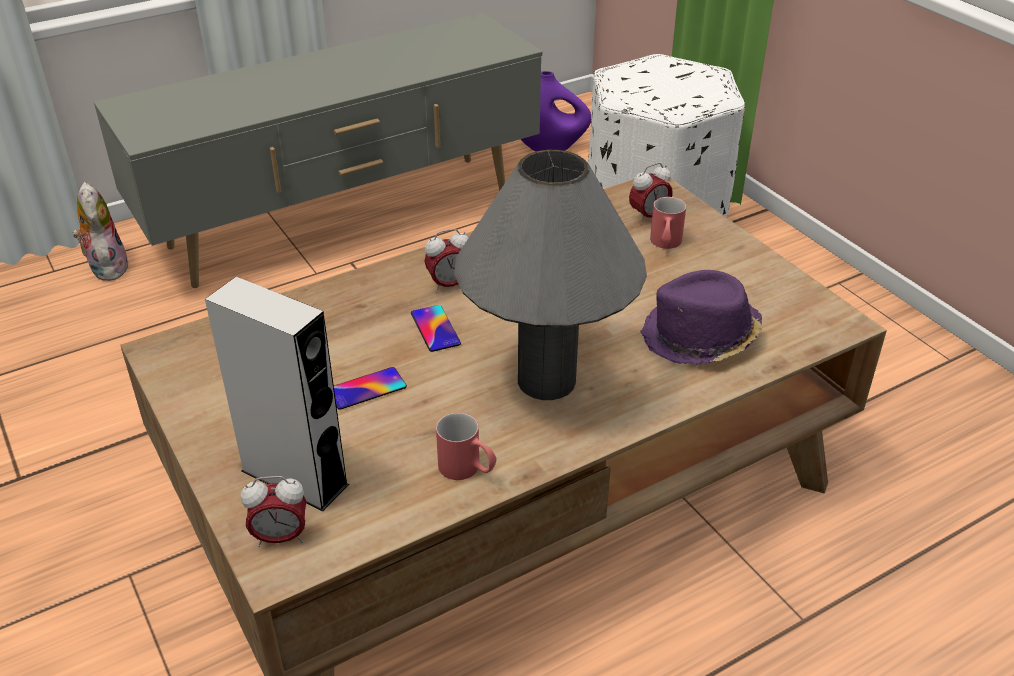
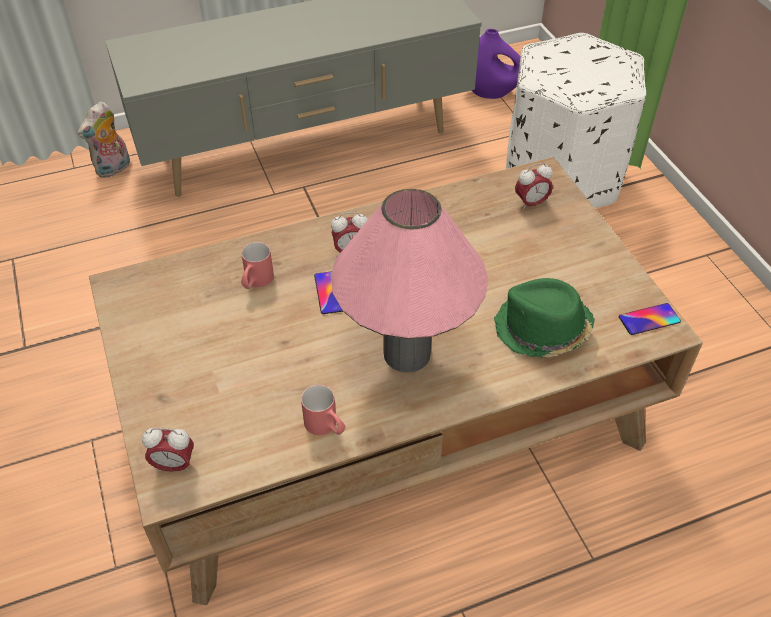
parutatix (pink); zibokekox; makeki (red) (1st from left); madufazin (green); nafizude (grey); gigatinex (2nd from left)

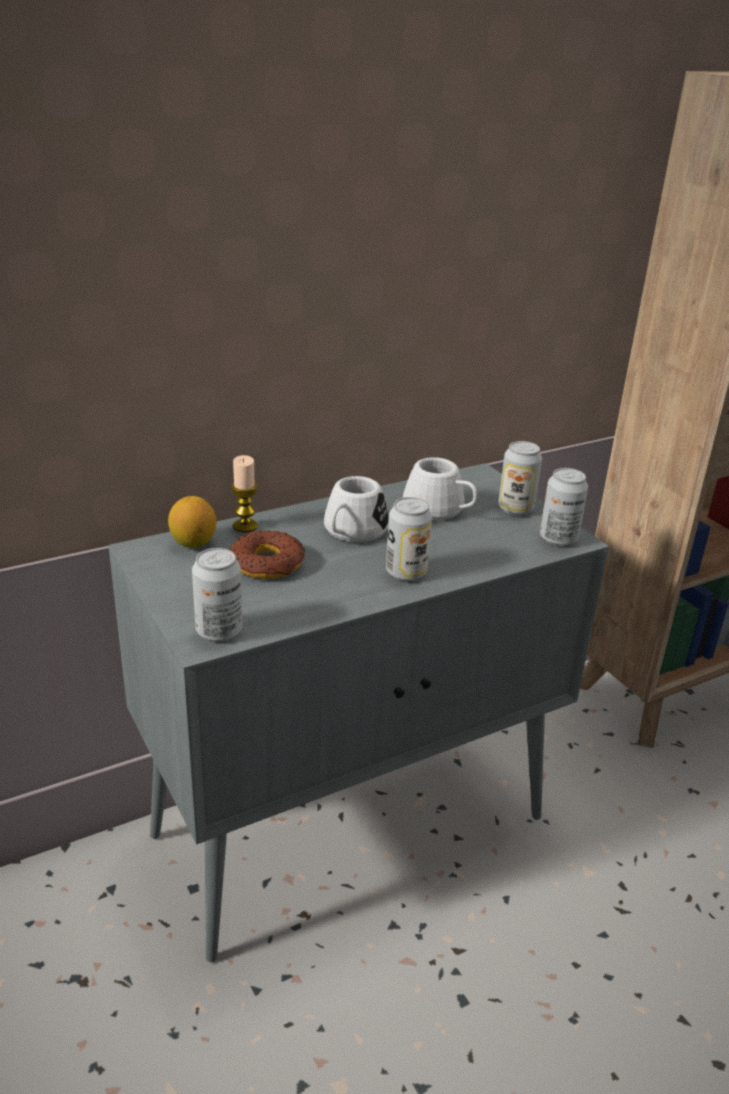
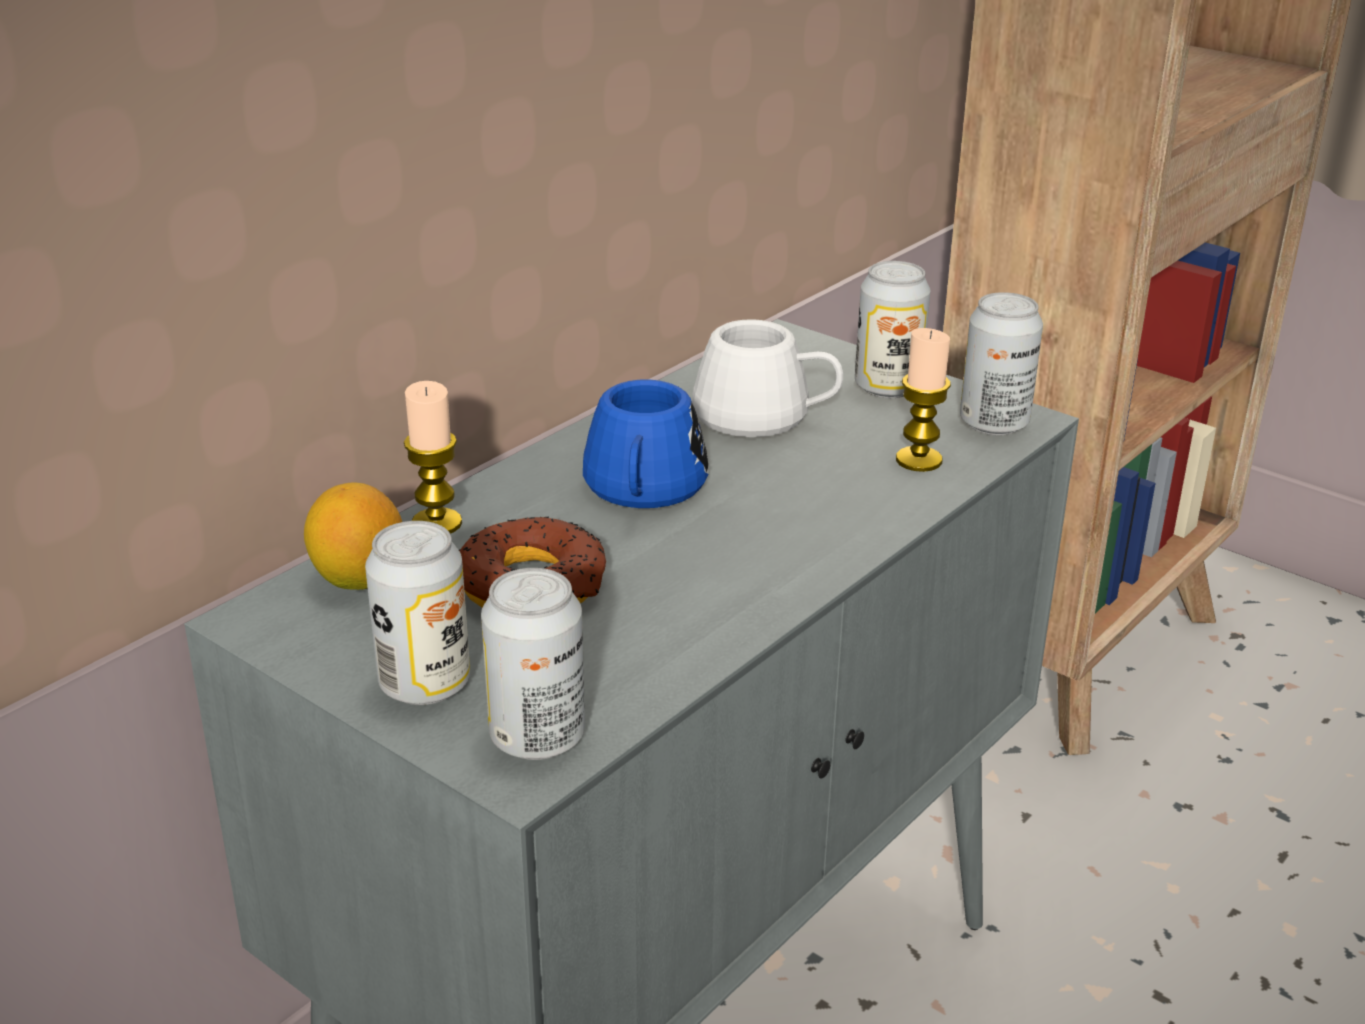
makeki (blue); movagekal (1st from left); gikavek (2nd from left)

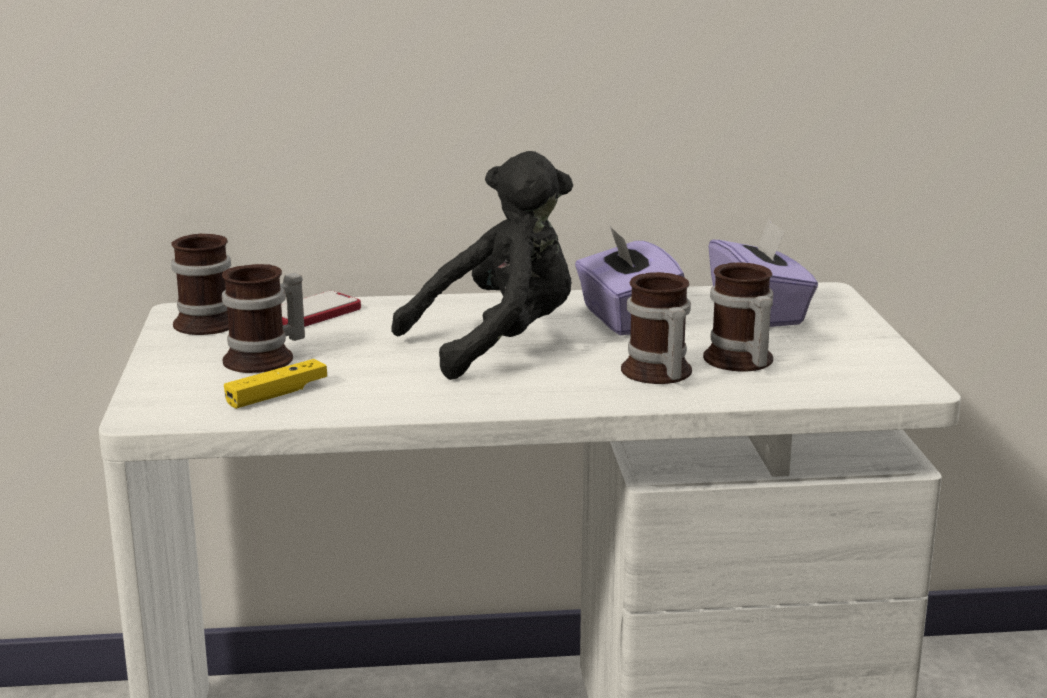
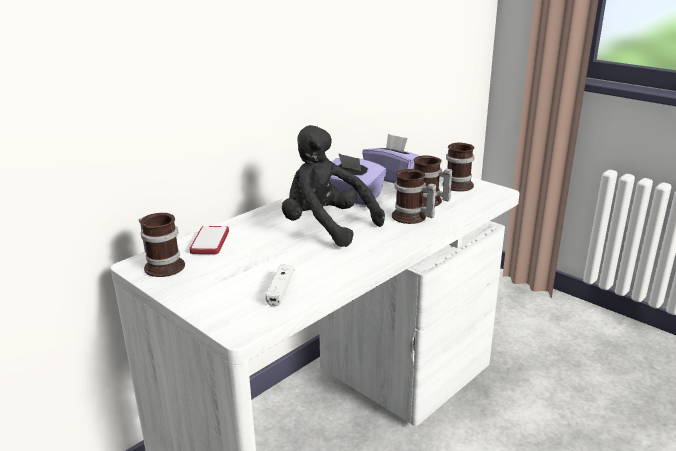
zibokekox (black); makeki (4th from left); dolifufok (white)

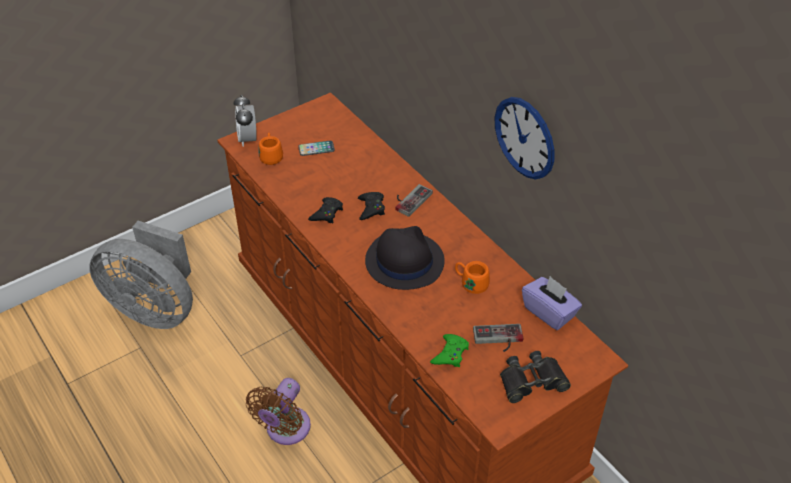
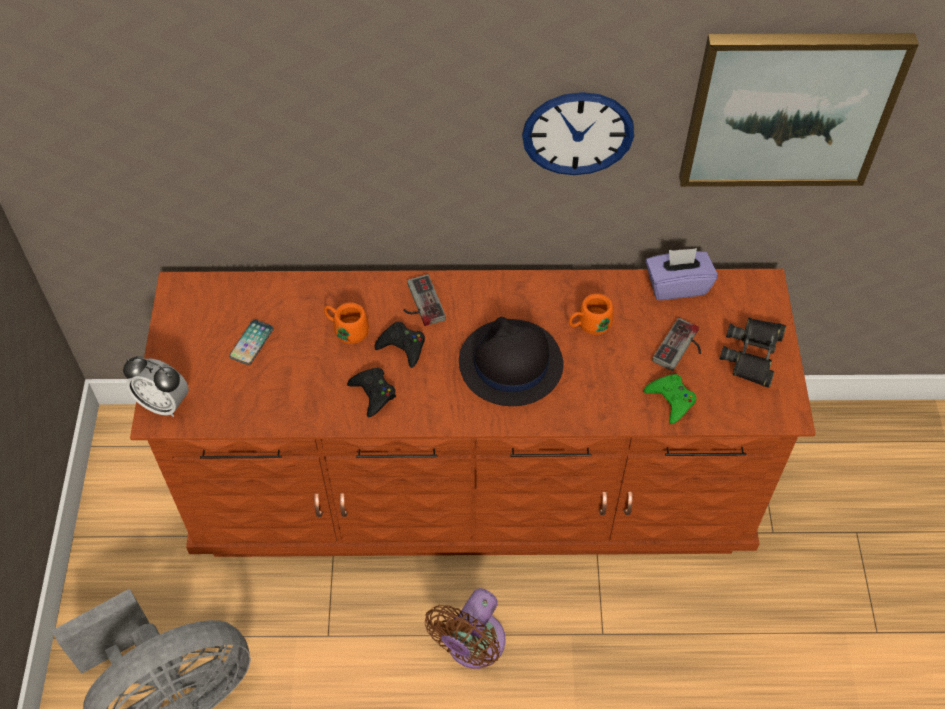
makeki (orange) (1st from left); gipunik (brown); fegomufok

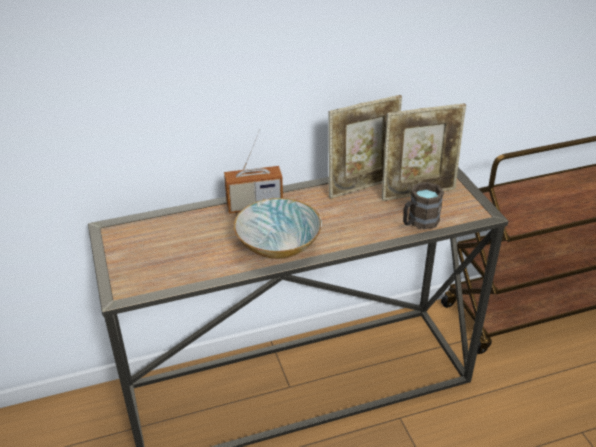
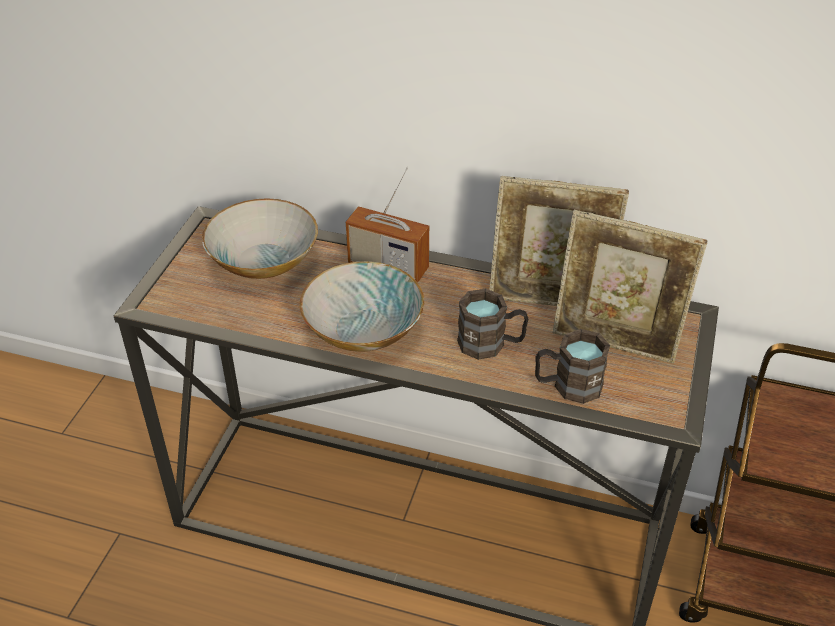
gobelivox (1st from left); makeki (brown) (1st from left)

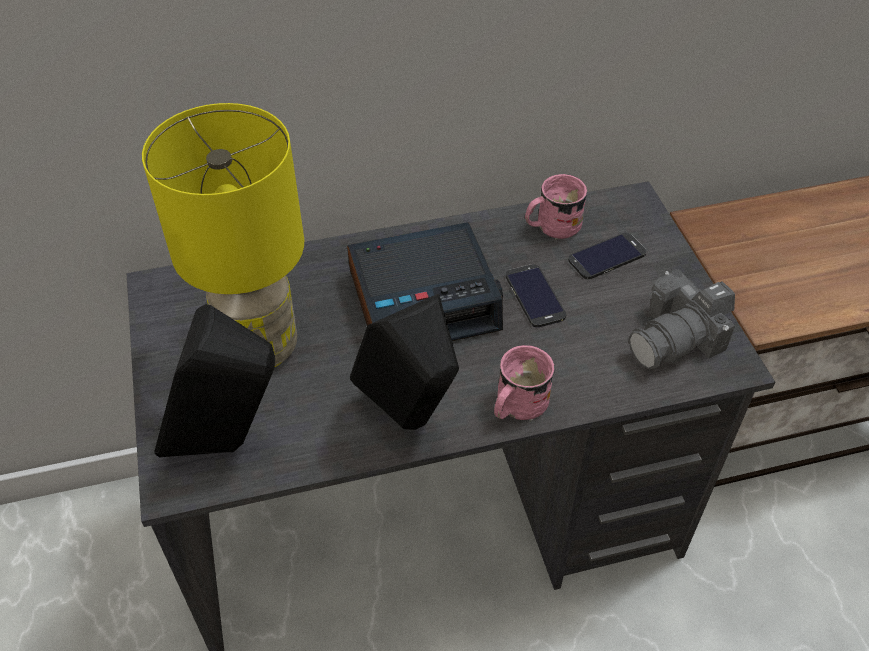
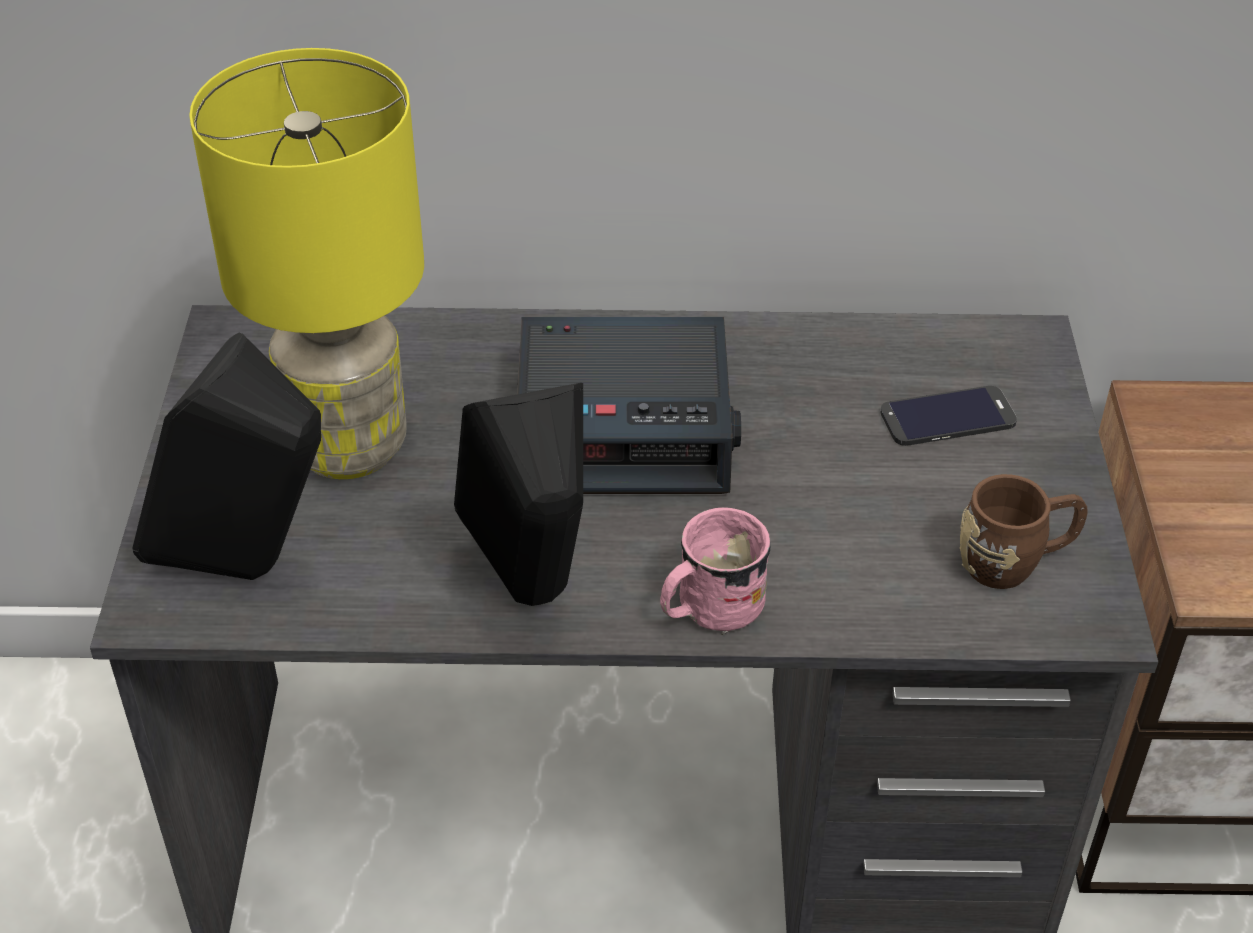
makeki (pink) (2nd from left in the first image); gigatinex (1st from left in the first image); makeki (brown)

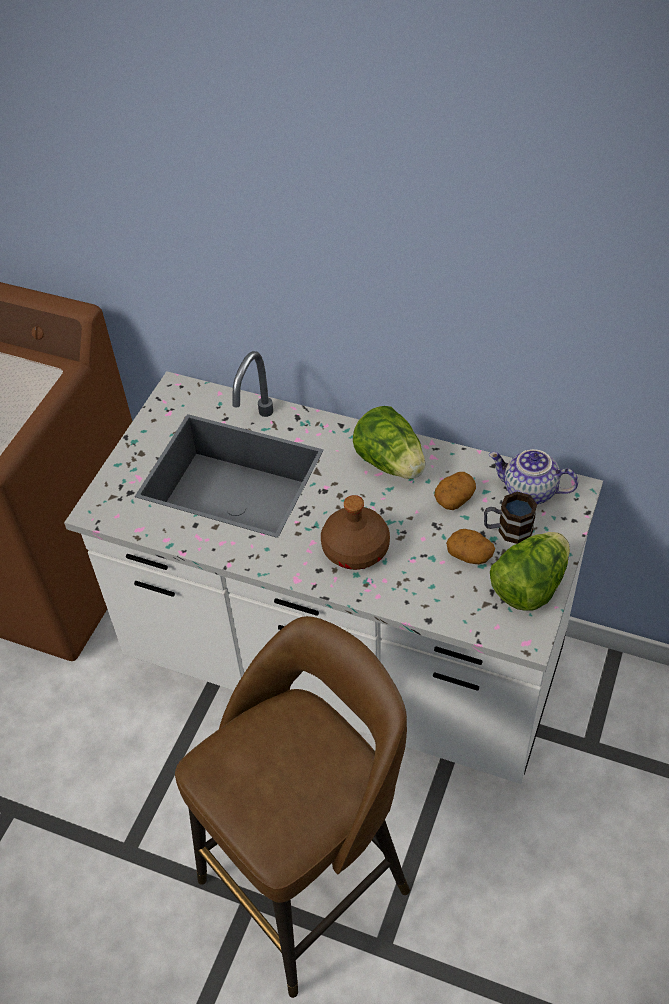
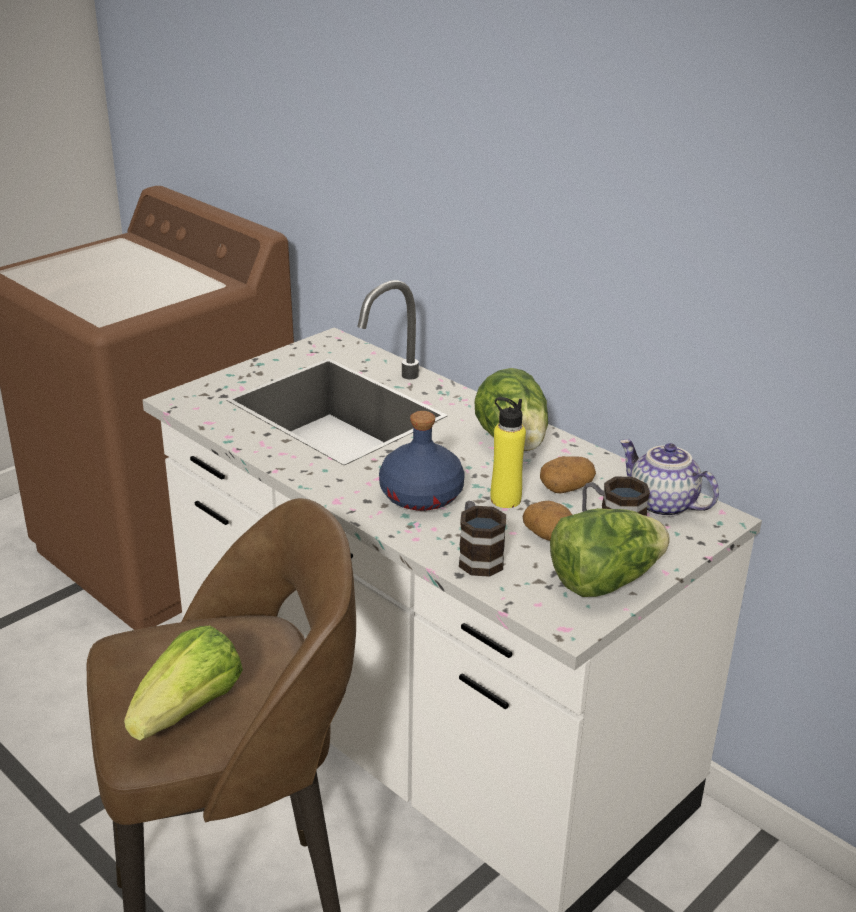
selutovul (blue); selutovul (yellow); makeki (1st from left); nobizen (1st from left)

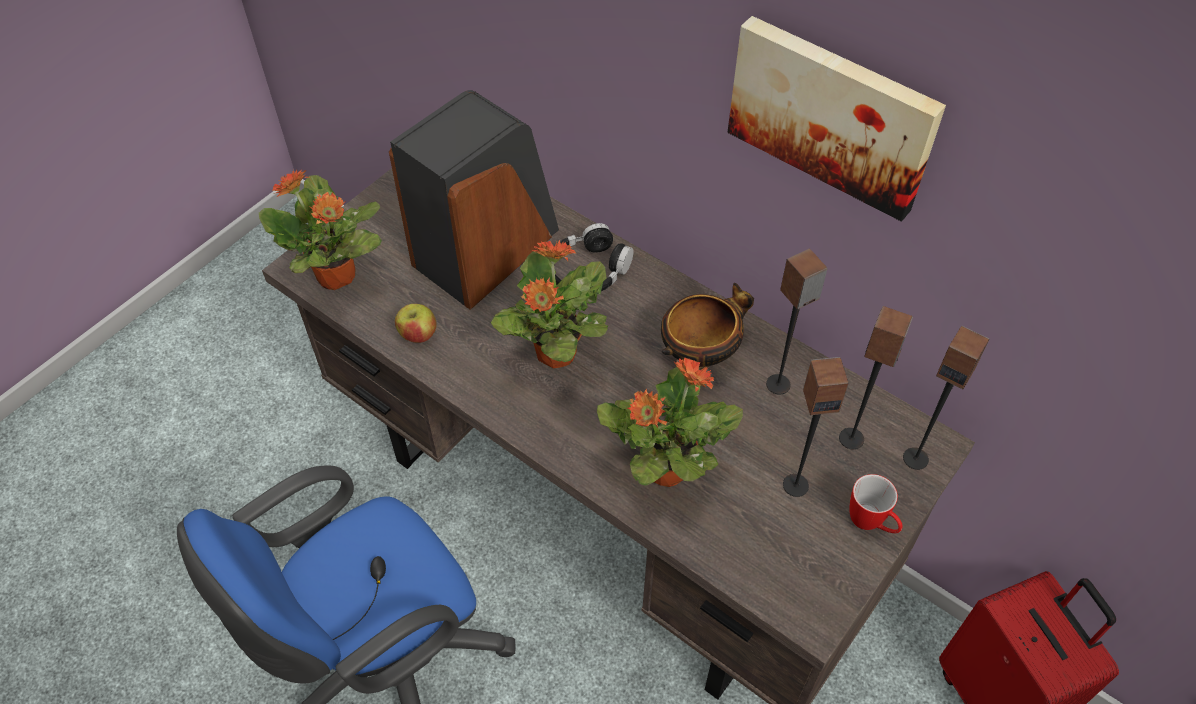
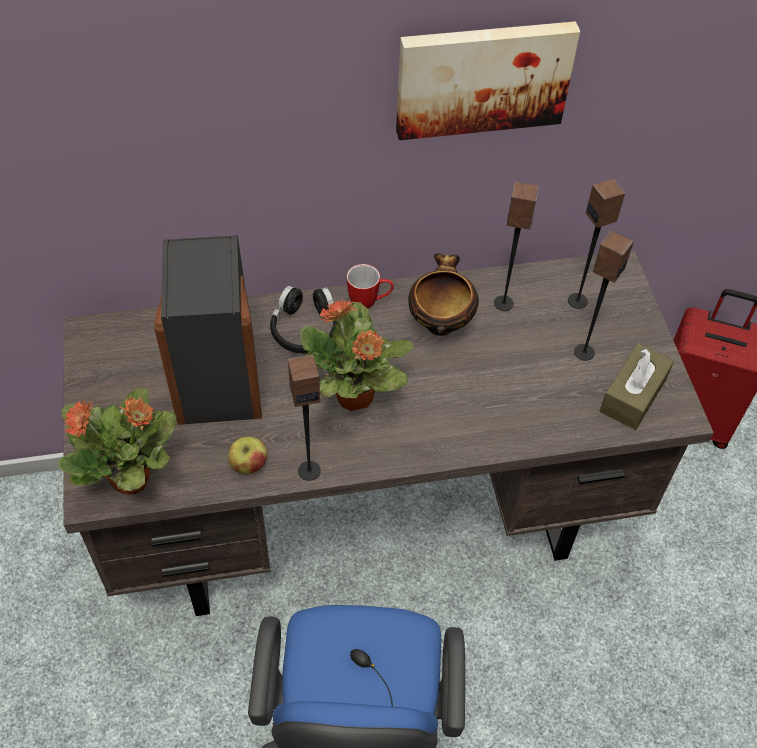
nafizude (2nd from left); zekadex (3rd from left in the first image); makeki; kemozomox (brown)

